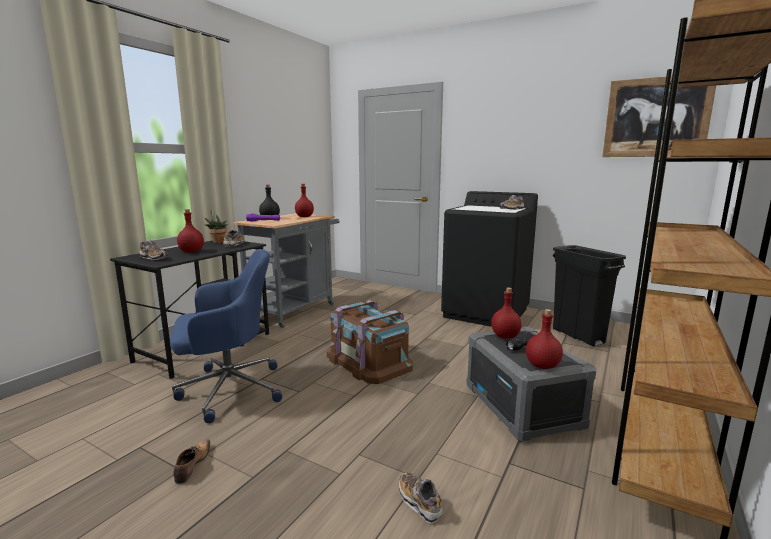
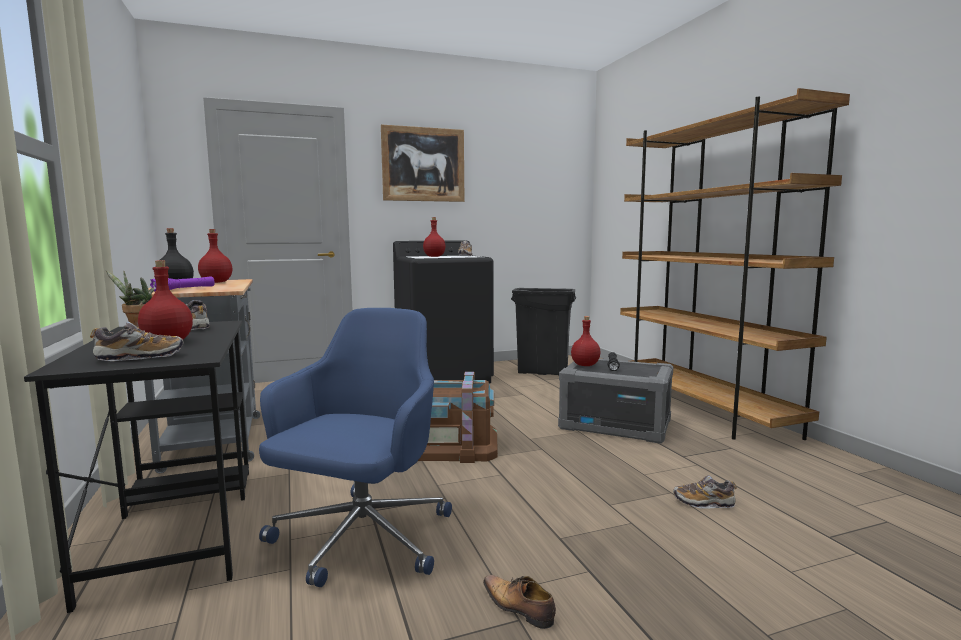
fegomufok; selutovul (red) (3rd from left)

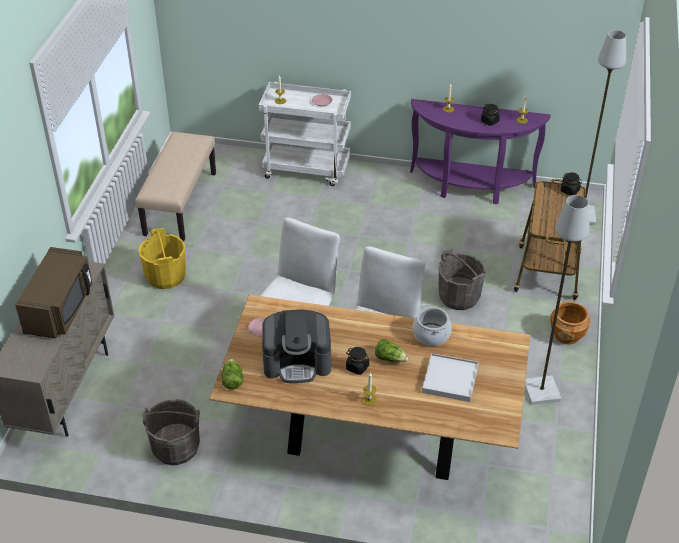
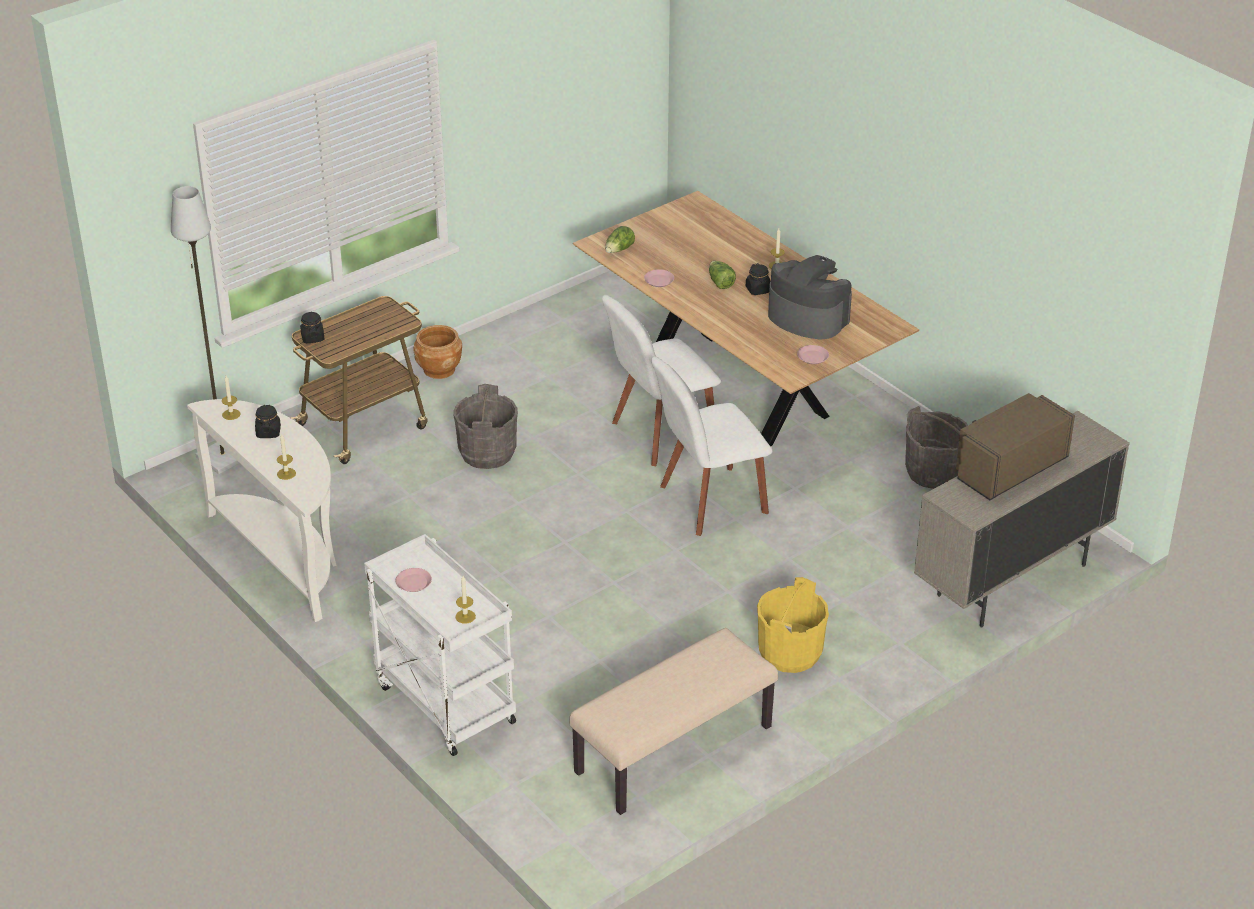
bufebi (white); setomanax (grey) (1st from left in the first image); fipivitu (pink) (2nd from left); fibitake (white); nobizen (1st from left)

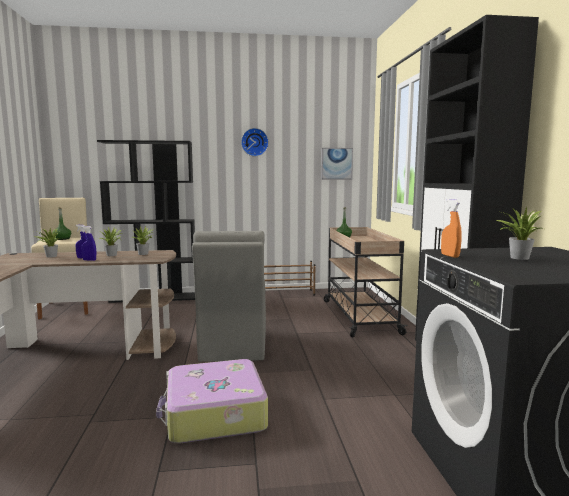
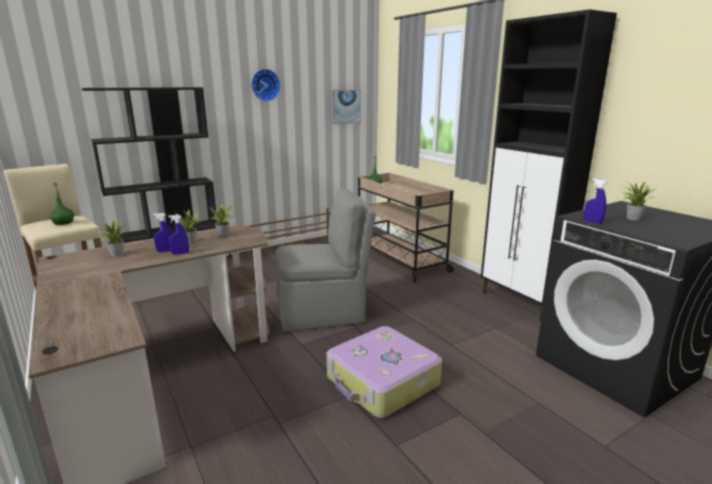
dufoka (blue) (3rd from left); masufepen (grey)

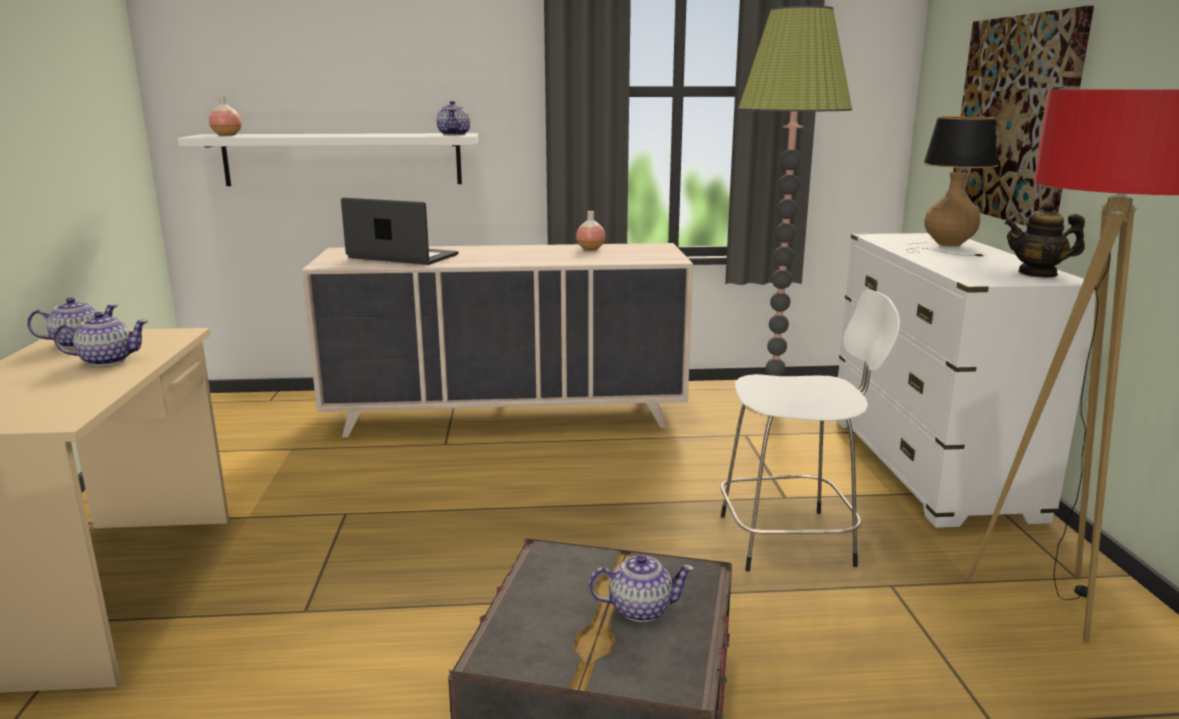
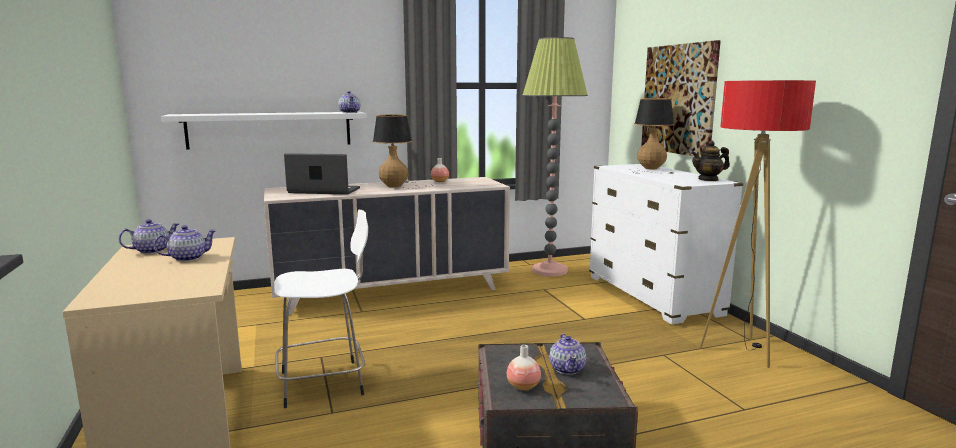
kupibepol (2nd from left); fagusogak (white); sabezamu (4th from left); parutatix (1st from left)

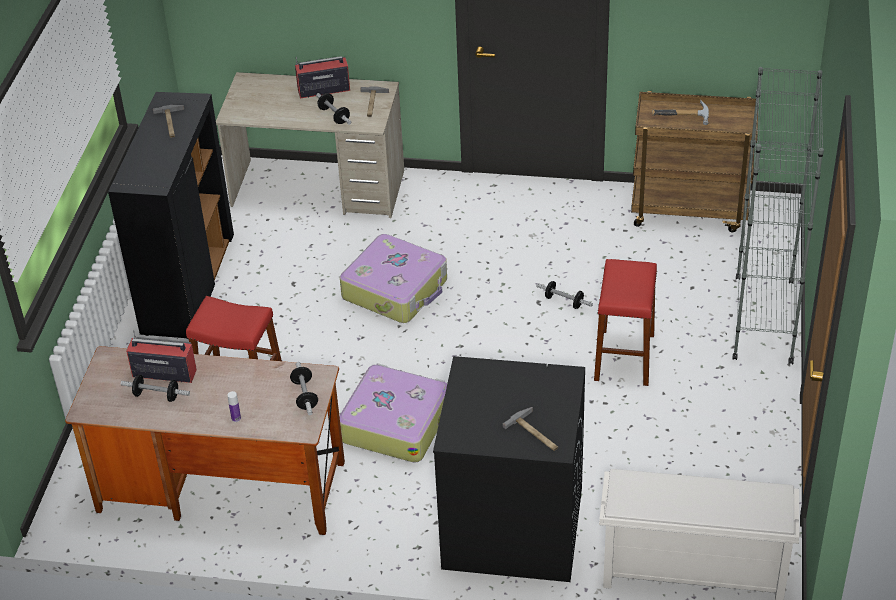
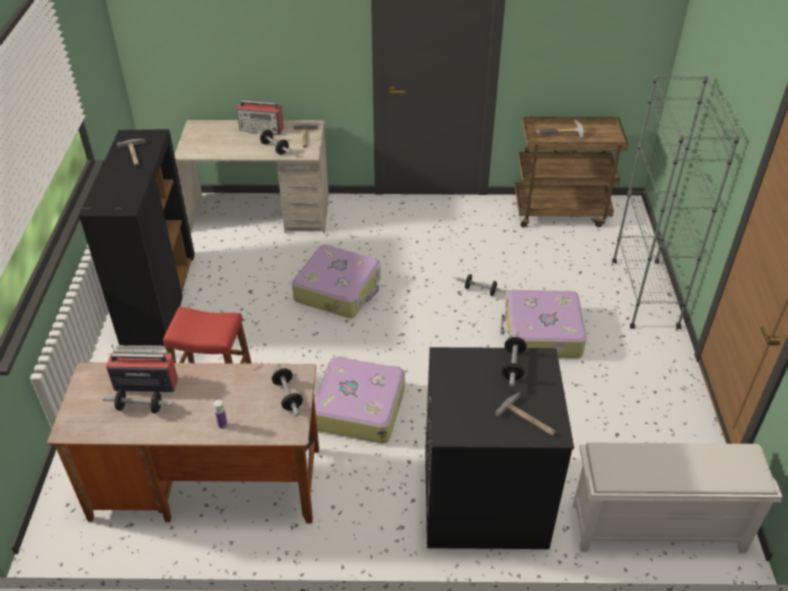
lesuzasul (2nd from left); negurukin (3rd from left); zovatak (5th from left)

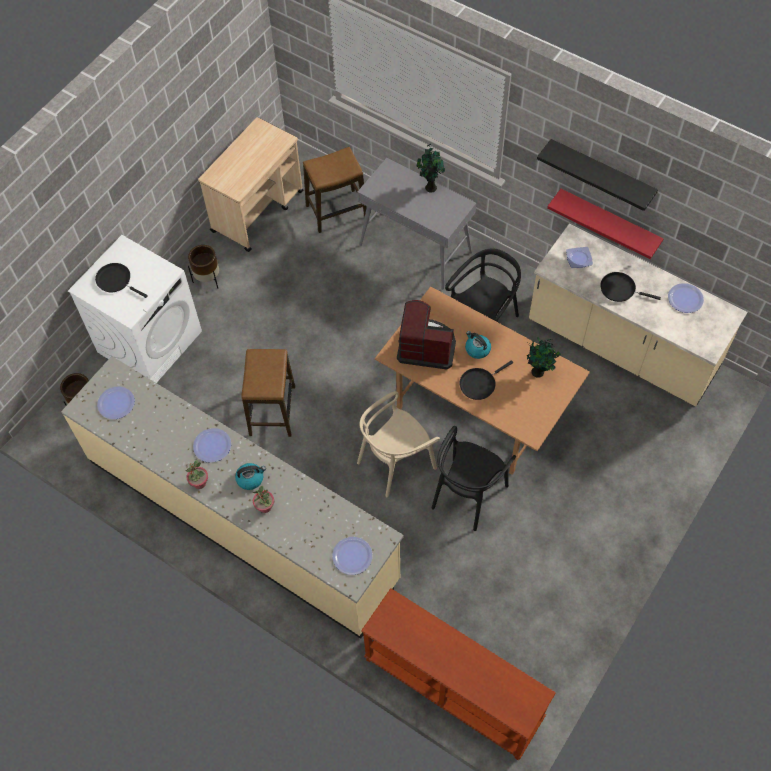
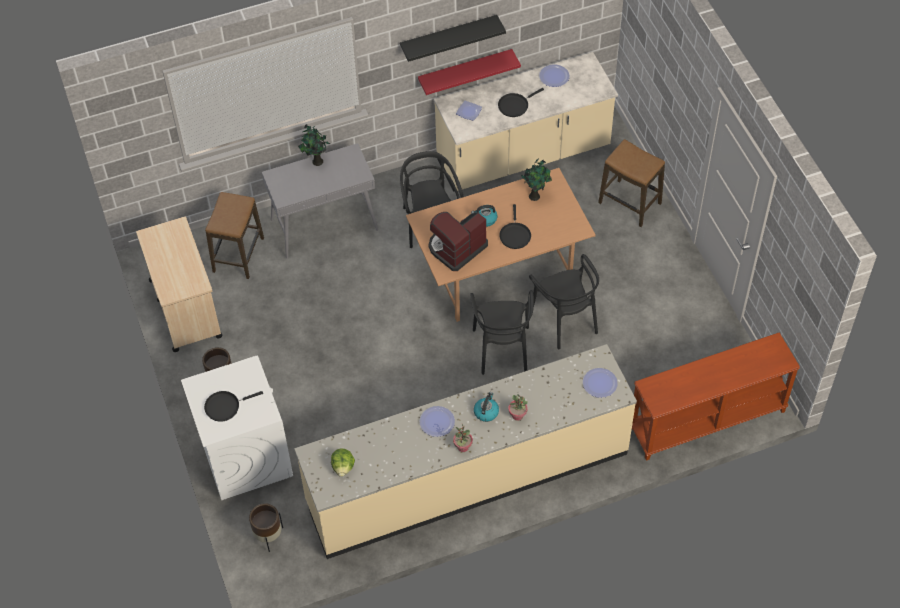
fagusogak (2nd from left); nobizen; masufepen (black) (2nd from left)

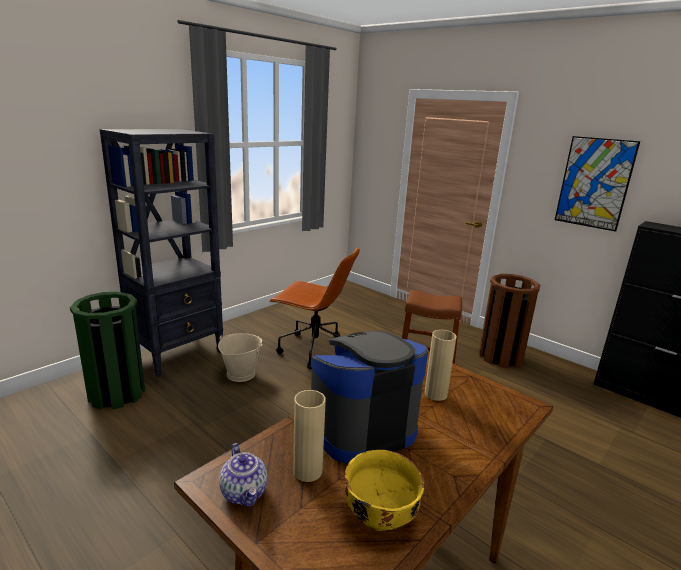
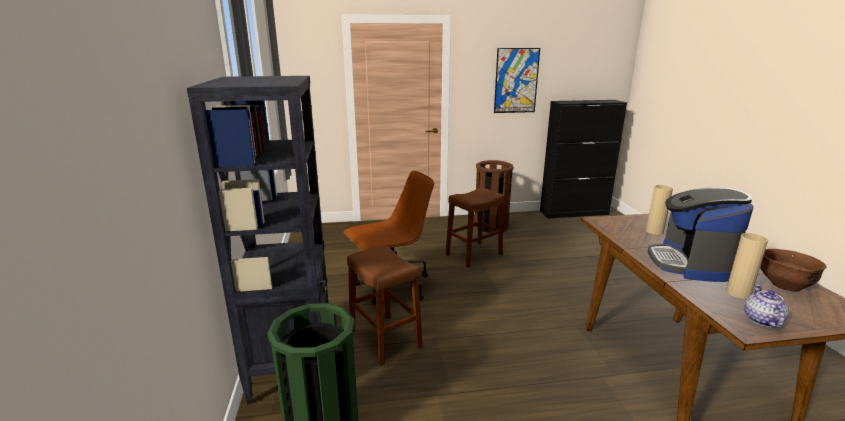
fagusogak (brown) (1st from left); sabezamu; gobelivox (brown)

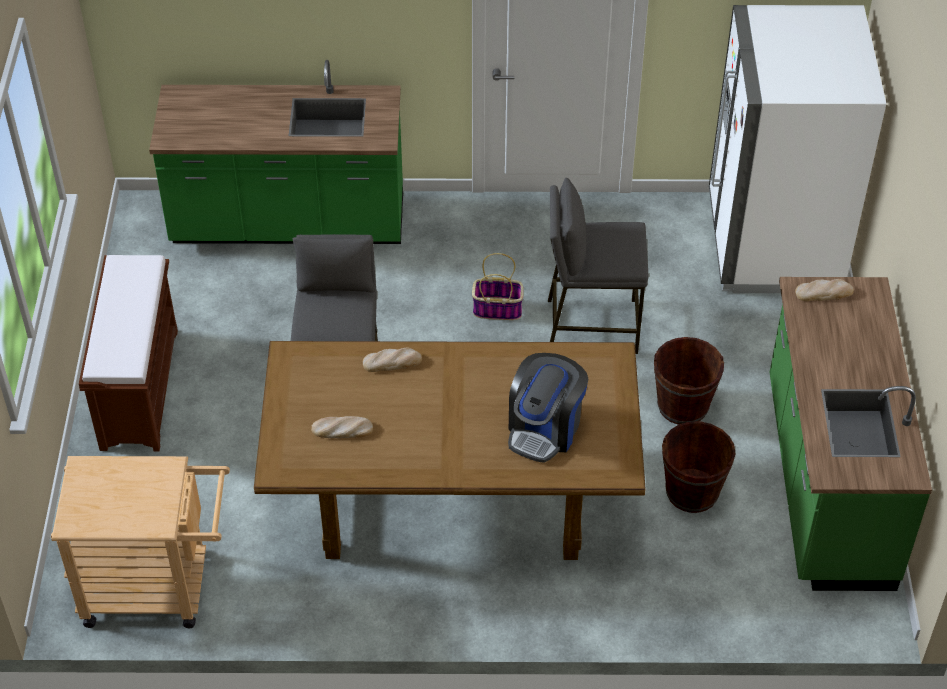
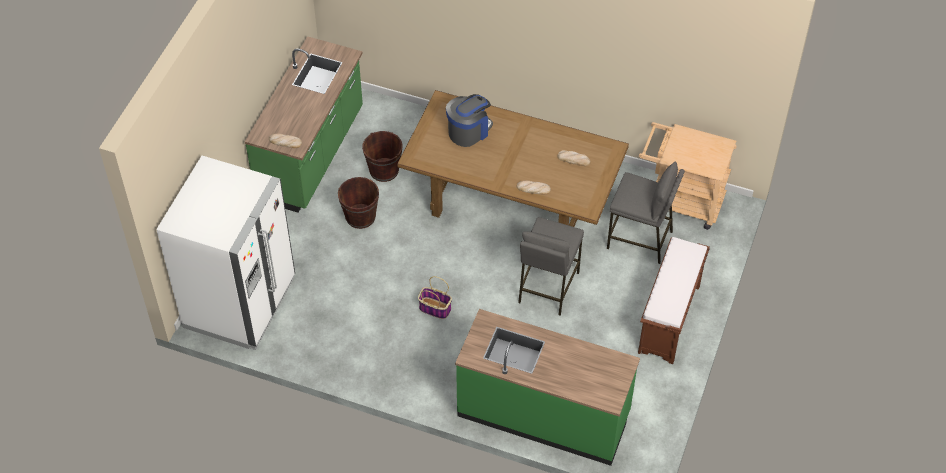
fagusogak (grey) (2nd from left)

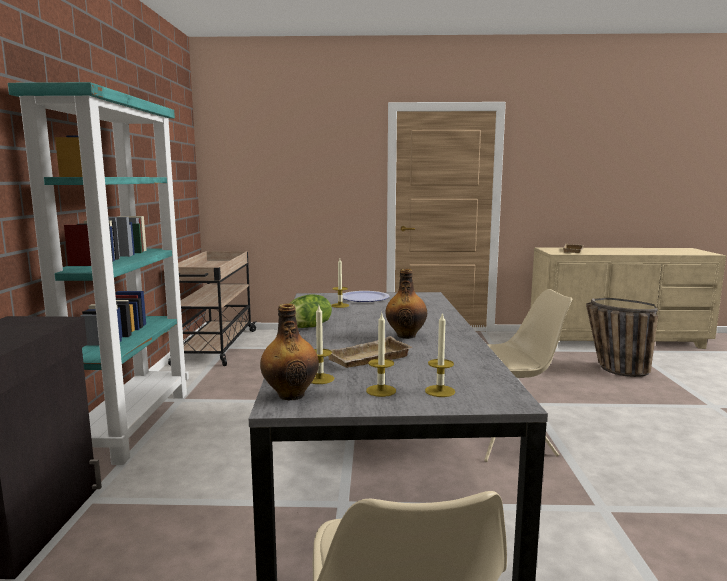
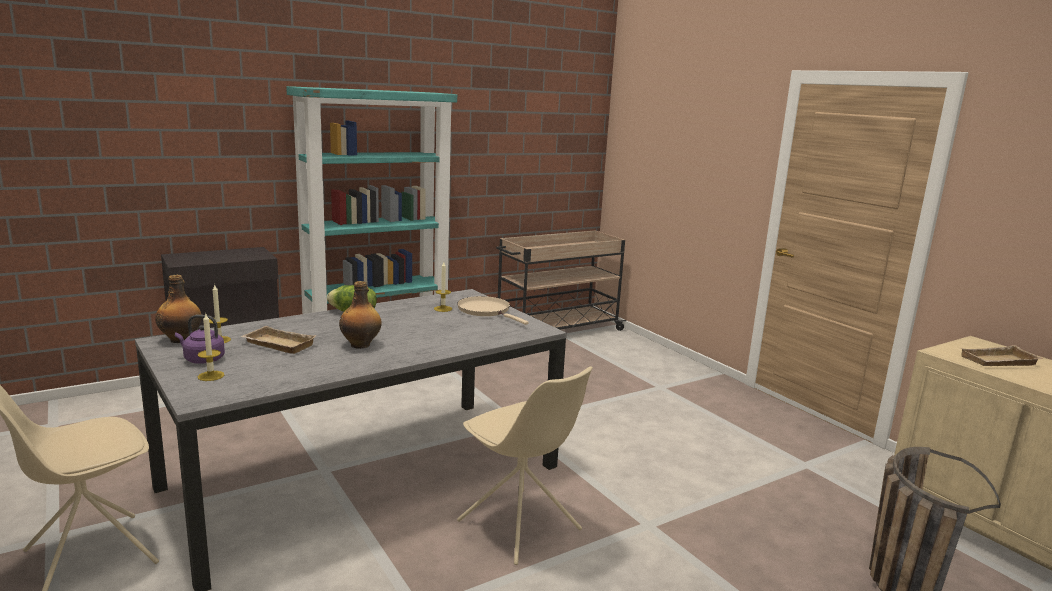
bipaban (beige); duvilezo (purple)

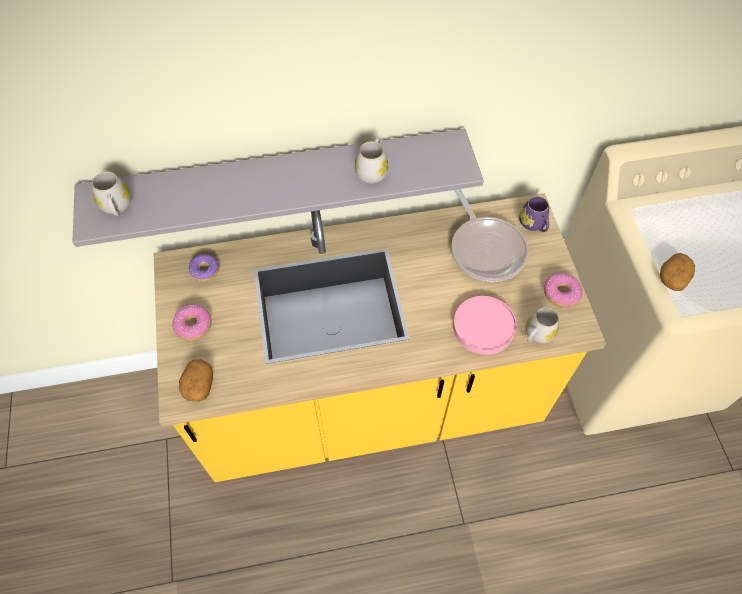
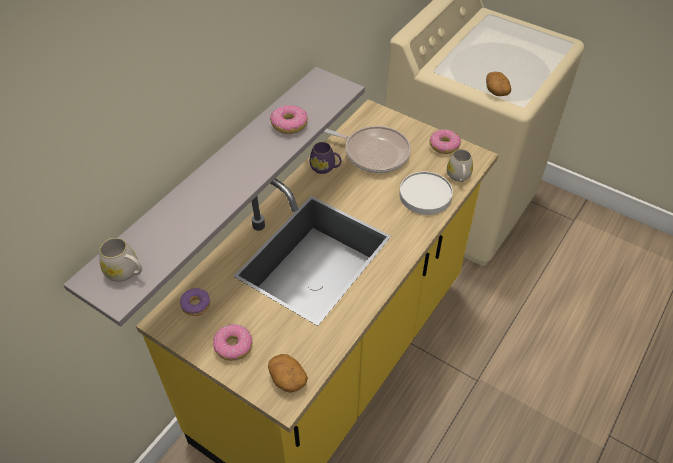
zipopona (3rd from left); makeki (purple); fipivitu (white)

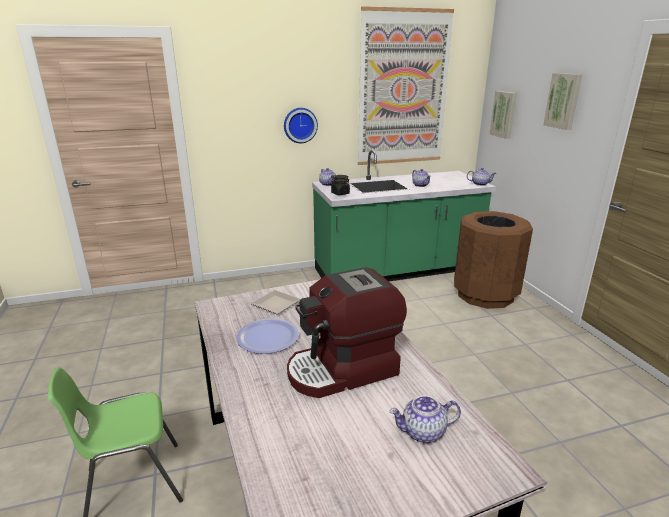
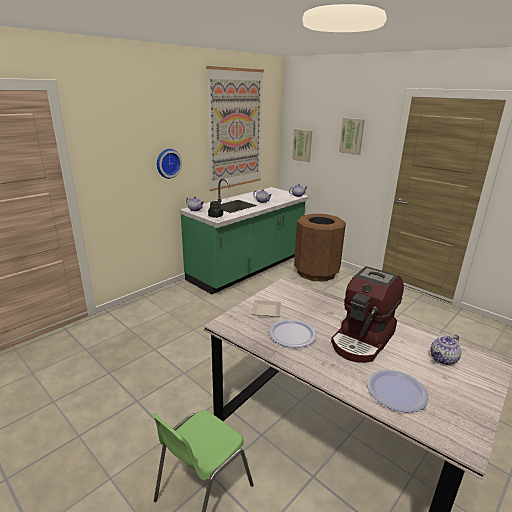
fipivitu (3rd from left)

